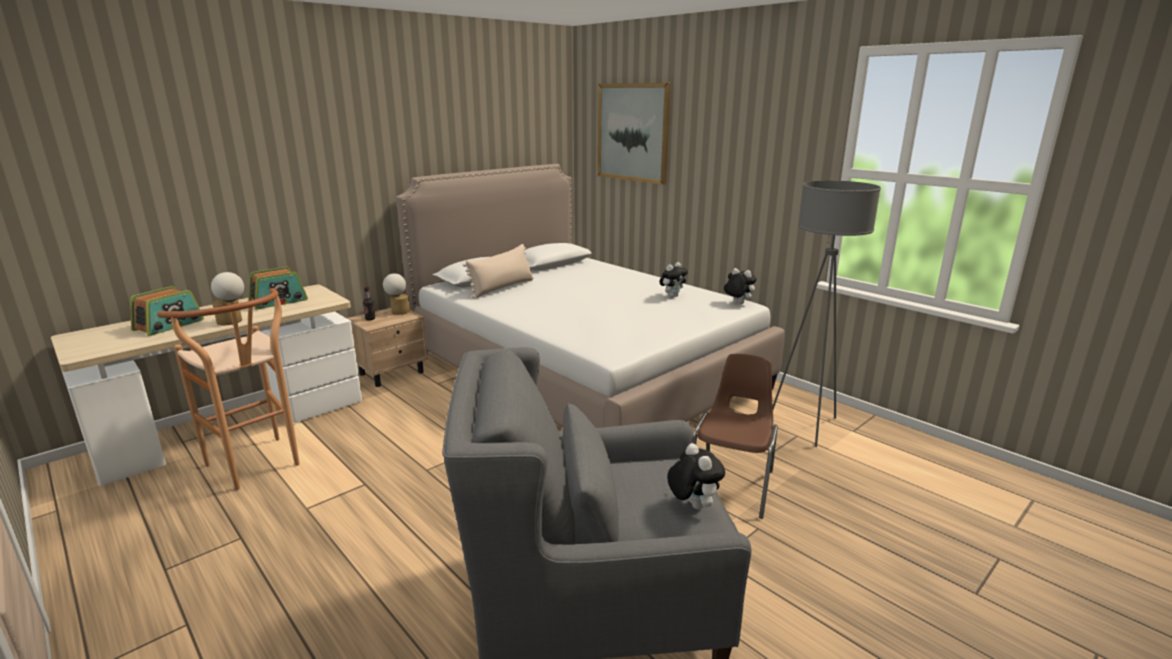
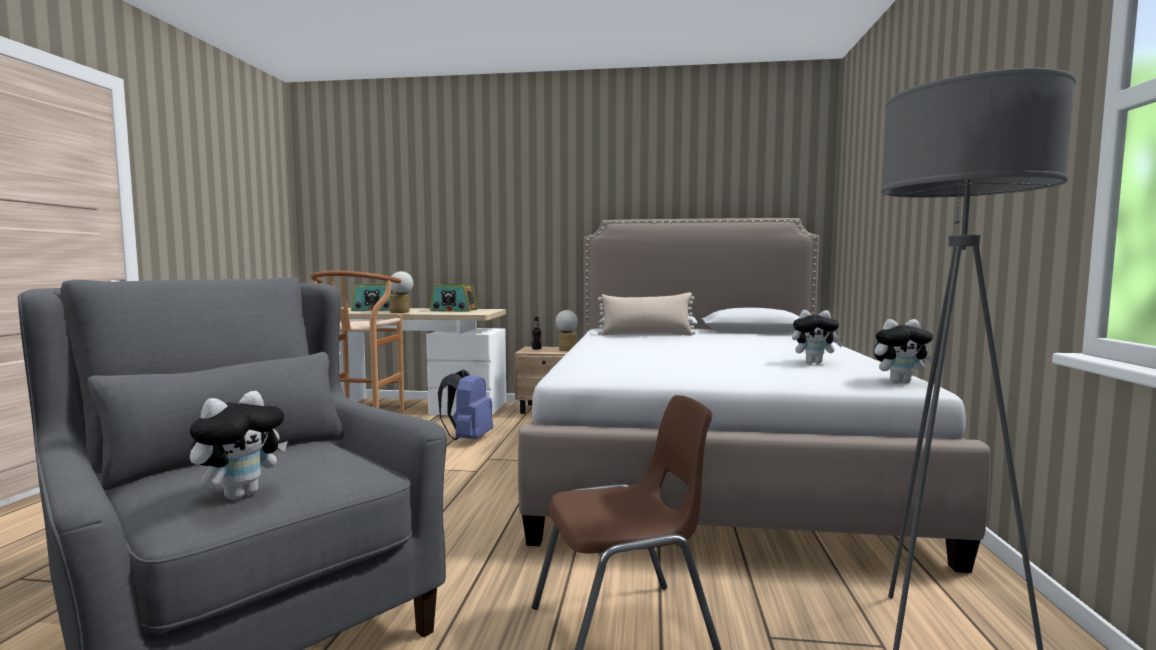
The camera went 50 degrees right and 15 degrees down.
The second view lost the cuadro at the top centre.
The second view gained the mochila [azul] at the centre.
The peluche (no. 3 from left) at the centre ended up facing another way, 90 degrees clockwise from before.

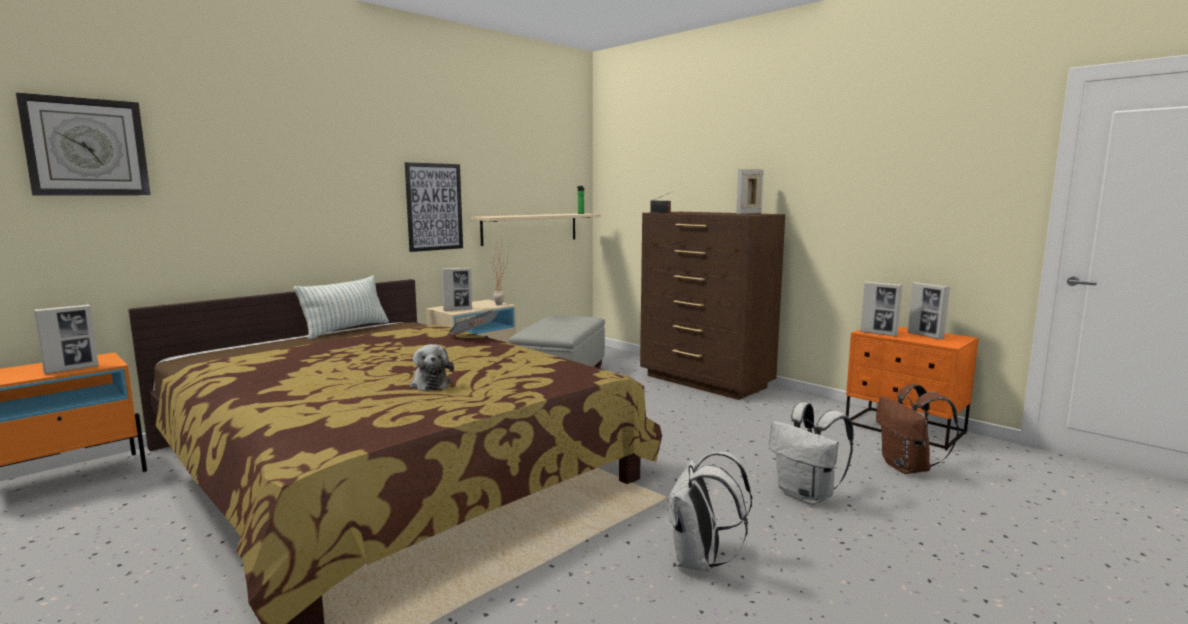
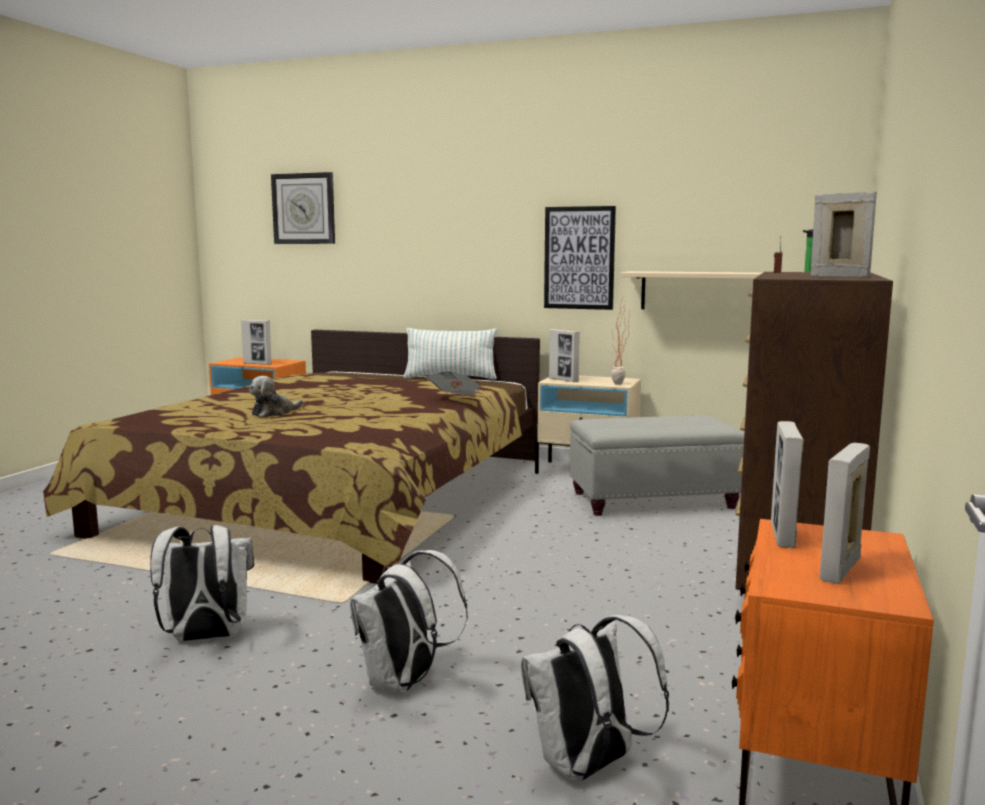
The camera went 65 degrees right and 0 degrees up.
What was the mochila [marrón] at the bottom right turned into the mochila [blanco] (no. 3 from left) at the bottom centre.

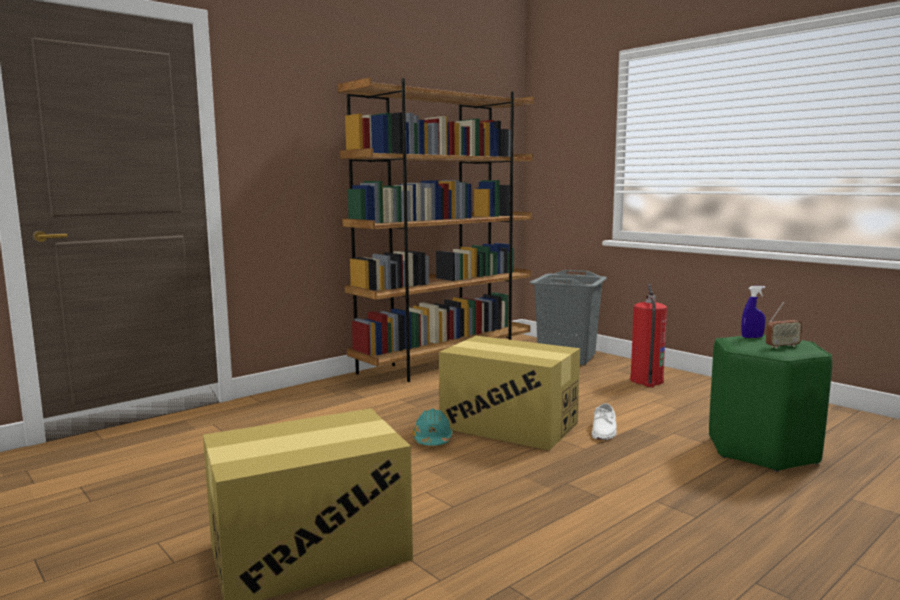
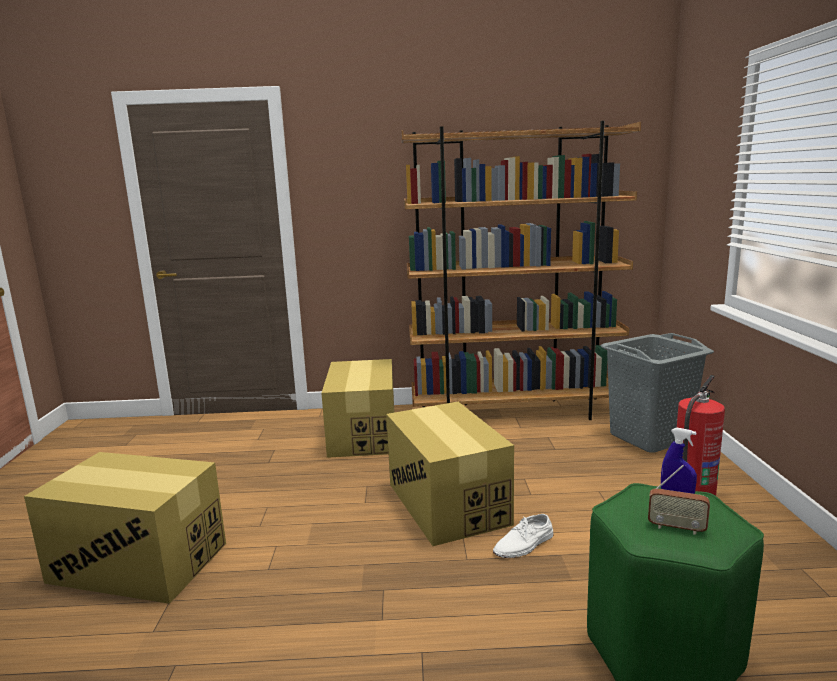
The camera went 40 degrees right and 5 degrees up.
The second view lost the casco [turquesa] at the bottom centre.
The second view gained the caja de cartón (no. 2 from left) at the centre.

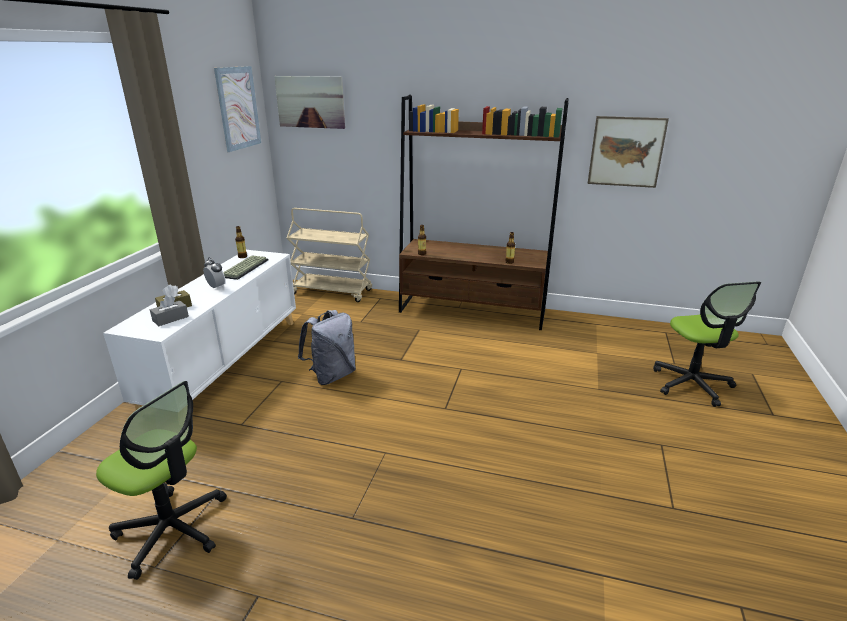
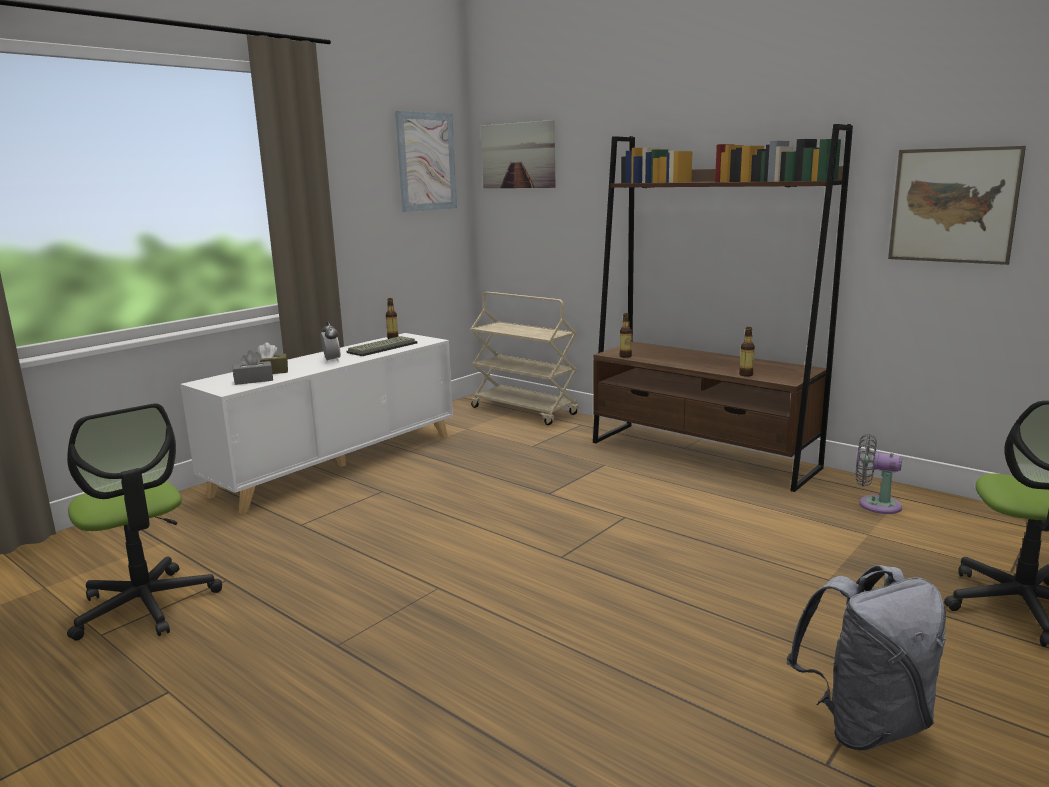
The camera went 25 degrees right and 10 degrees down.
The second view gained the ventilador [gris] at the middle right.
The mochila [gris] ended up elsewhere, having gone from the centre to the bottom right.

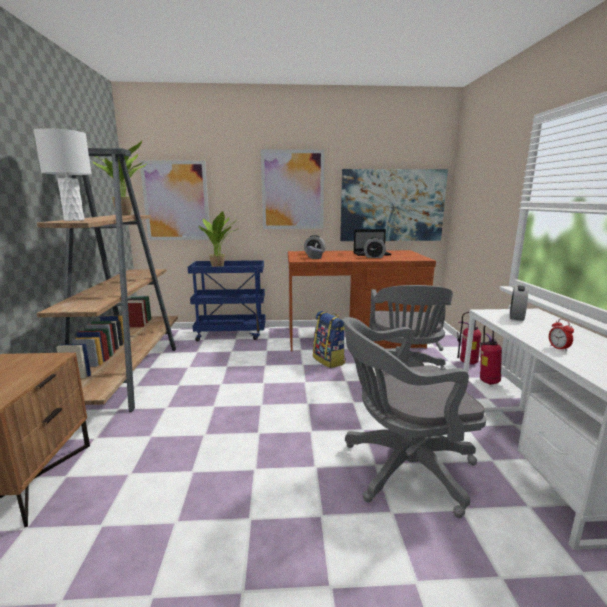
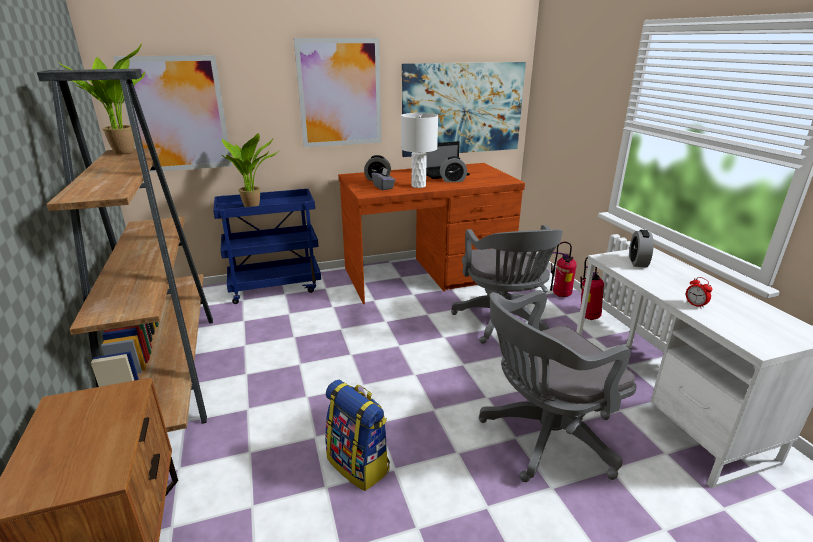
The camera went 15 degrees left and 10 degrees up.
The lámpara de mesa [blanco] ended up elsewhere, having gone from the top left to the top centre.
The mochila ended up elsewhere, having gone from the centre to the bottom centre.

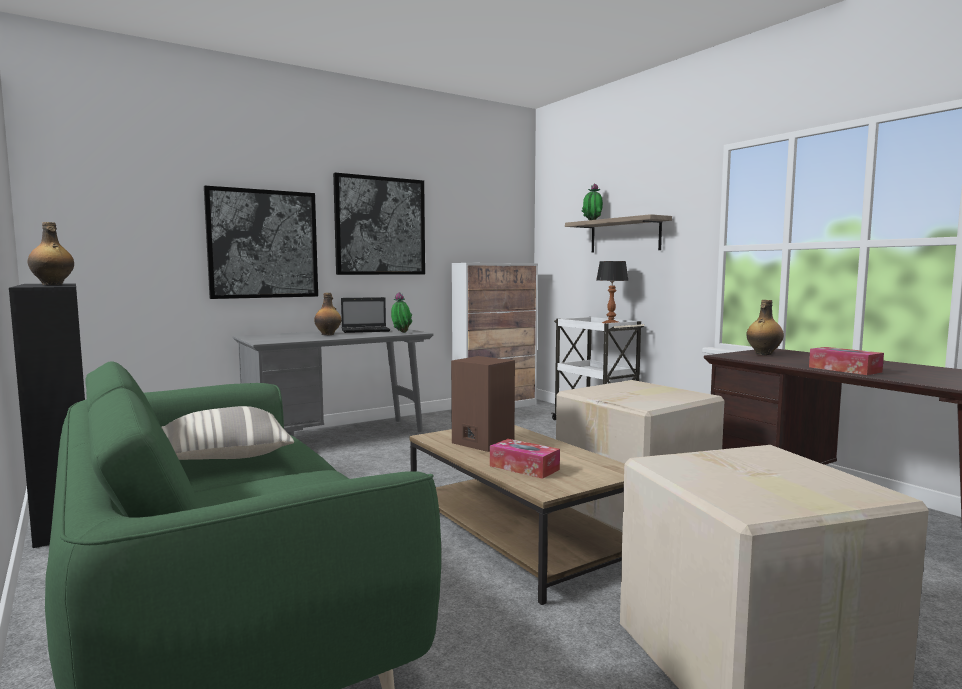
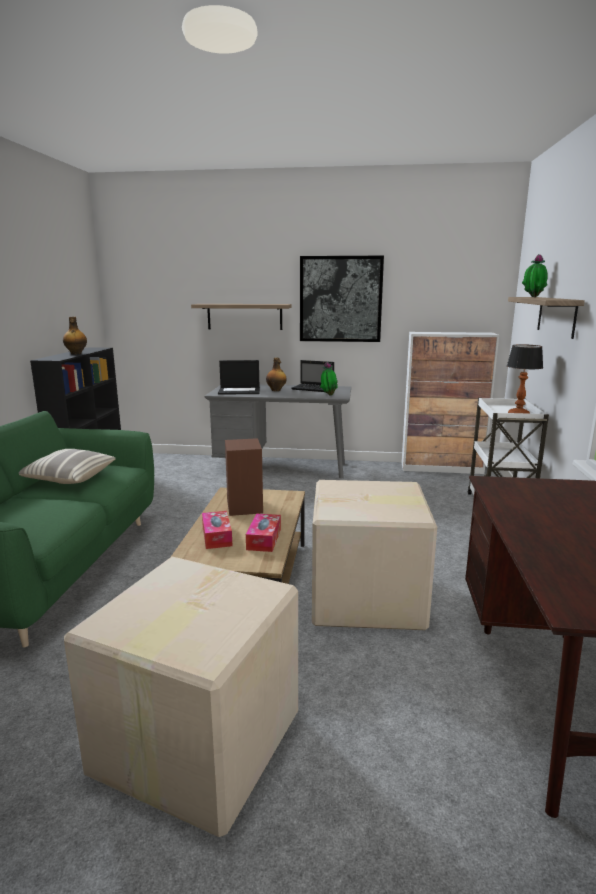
The camera went 40 degrees right and 10 degrees up.
The second view lost the botella (no. 3 from left) at the middle right.
The second view gained the portátil (no. 1 from left) at the centre.
The caja de pañuelos (no. 2 from left) ended up elsewhere, having gone from the middle right to the centre.
Where the cuadro (no. 1 from left) hung at the middle left, the estante (no. 1 from left) came to hang at the centre.

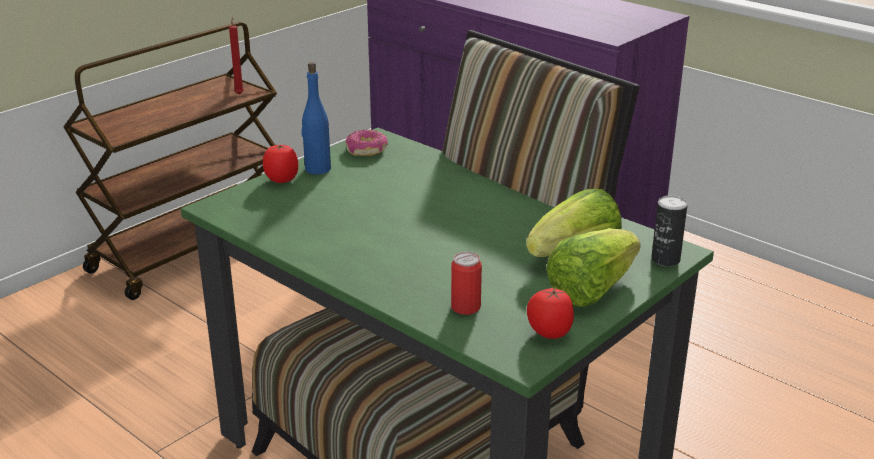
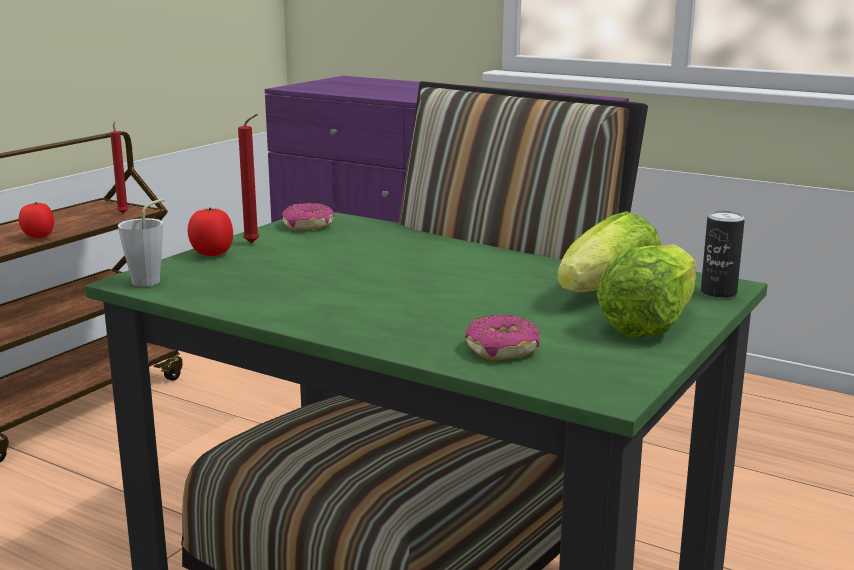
The camera went 10 degrees left and 10 degrees down.
The second view gained the taza [gris] at the middle left.
The tomate (no. 2 from left in the first image) ended up elsewhere, having gone from the bottom centre to the middle left.
Where the botella [azul] stood at the top centre, the vela [rojo] (no. 2 from left) came to stand at the top left.
Where the lata (no. 1 from left) stood at the centre, the rosquilla (no. 2 from left) came to stand at the centre.

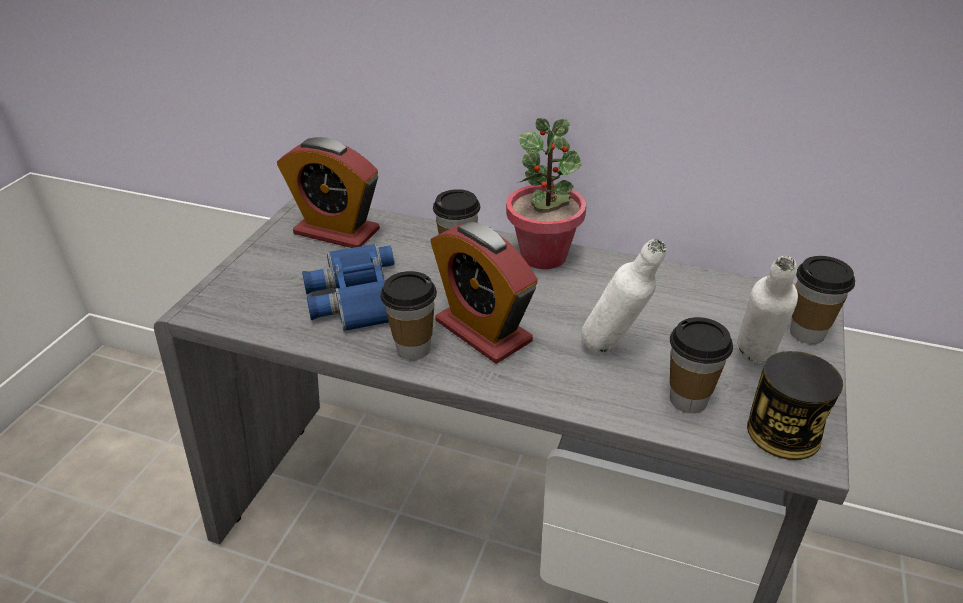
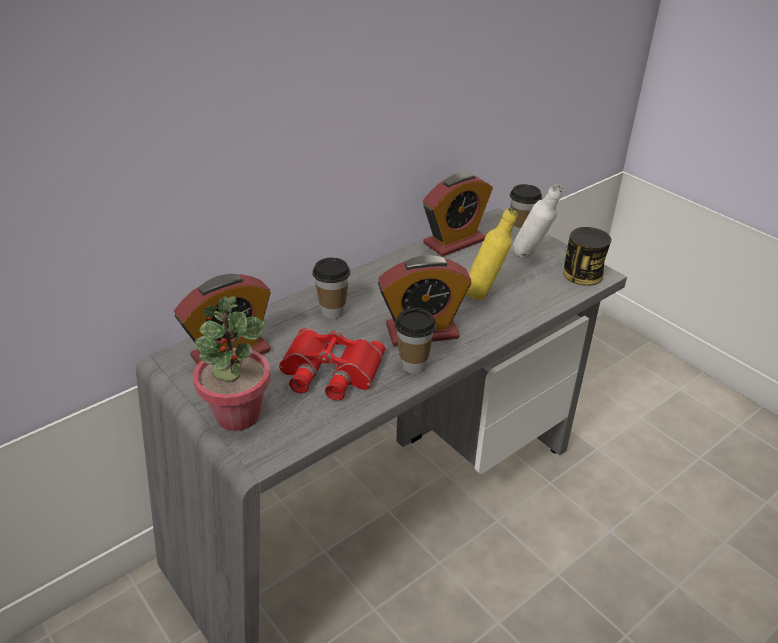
The camera went 60 degrees left and 0 degrees up.
The second view lost the taza (no. 3 from left) at the middle right.
The second view gained the despertador (no. 3 from left) at the top centre.
The planta en maceta ended up elsewhere, having gone from the top centre to the middle left.
What was the prismáticos [azul] at the centre turned into the prismáticos [rojo] at the centre.
What was the botella [blanco] (no. 1 from left) at the centre turned into the botella [amarillo] at the centre.

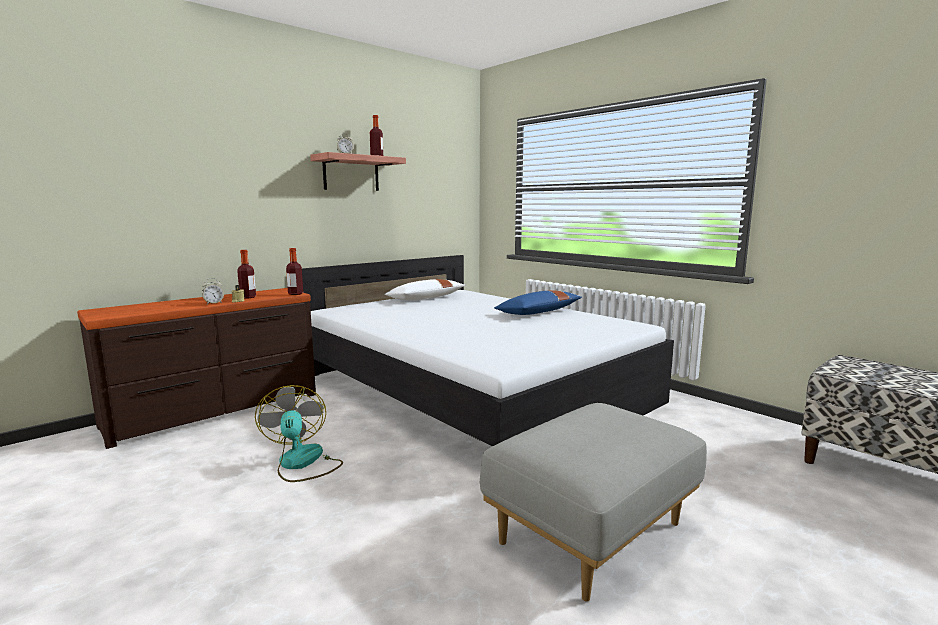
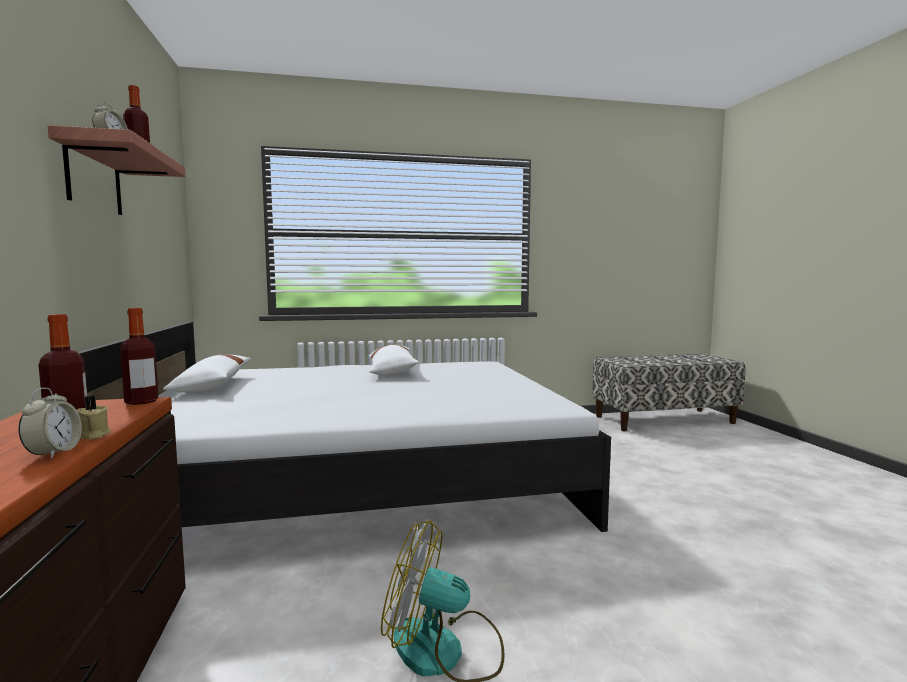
The camera went 60 degrees left and 5 degrees down.
The second view lost the puf [gris] at the bottom centre.
What was the cojín [azul] at the centre turned into the cojín [blanco] (no. 2 from left) at the centre.

